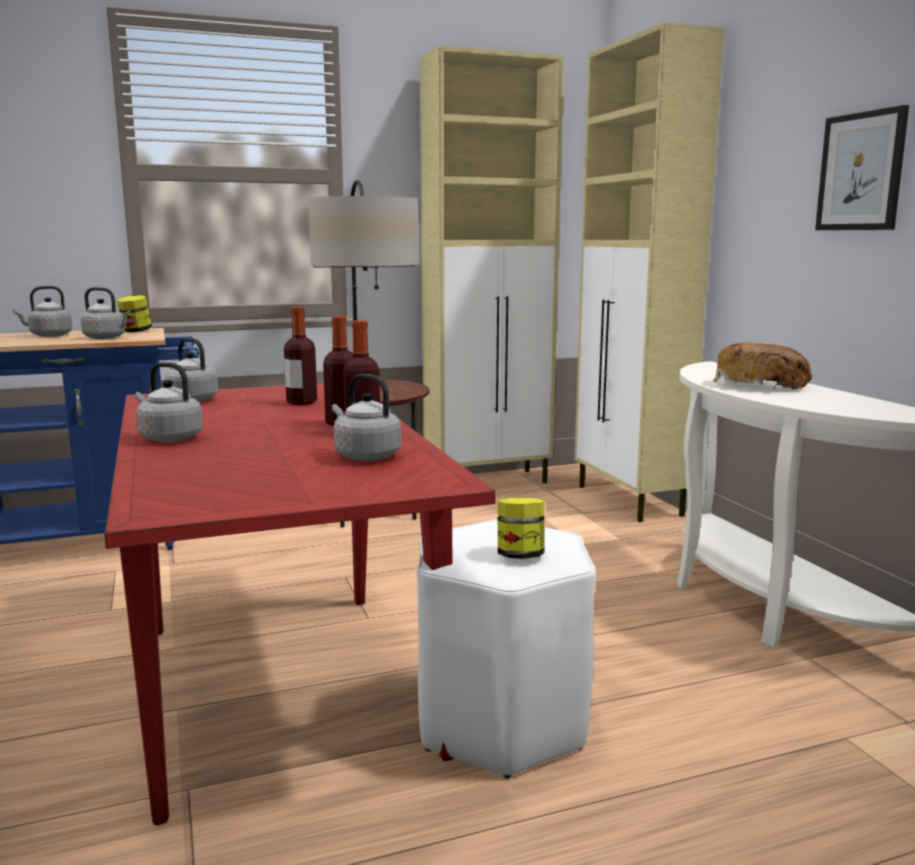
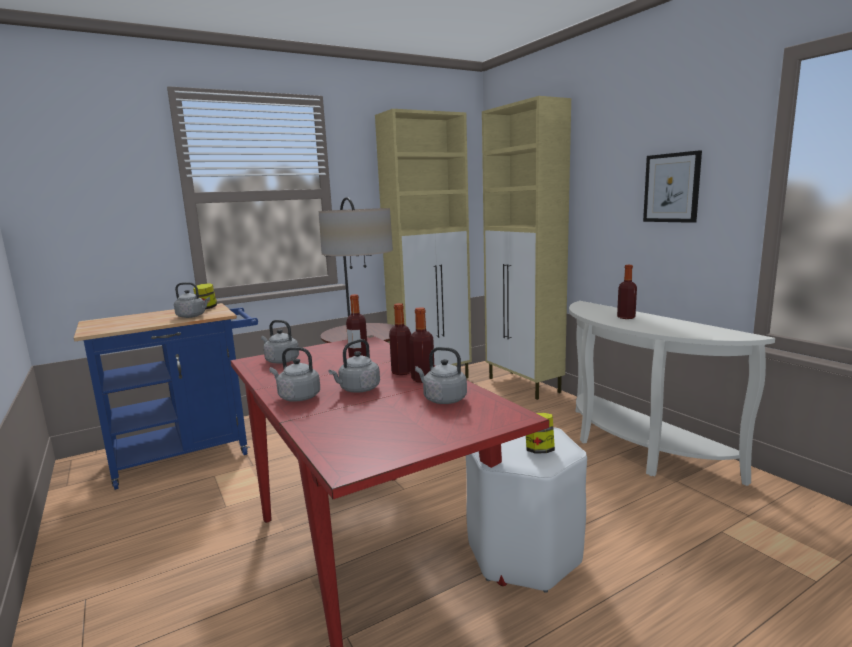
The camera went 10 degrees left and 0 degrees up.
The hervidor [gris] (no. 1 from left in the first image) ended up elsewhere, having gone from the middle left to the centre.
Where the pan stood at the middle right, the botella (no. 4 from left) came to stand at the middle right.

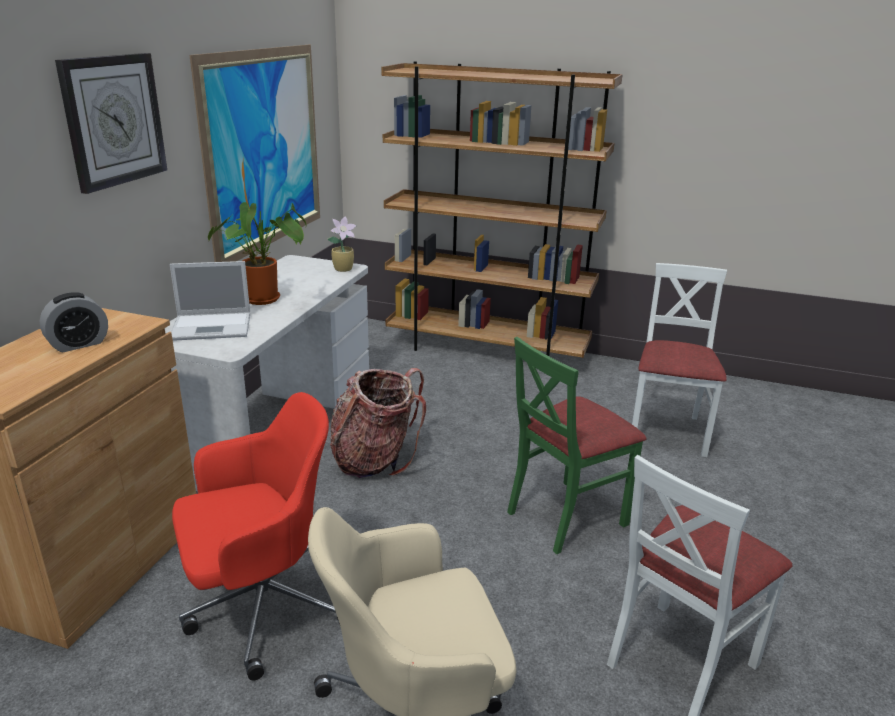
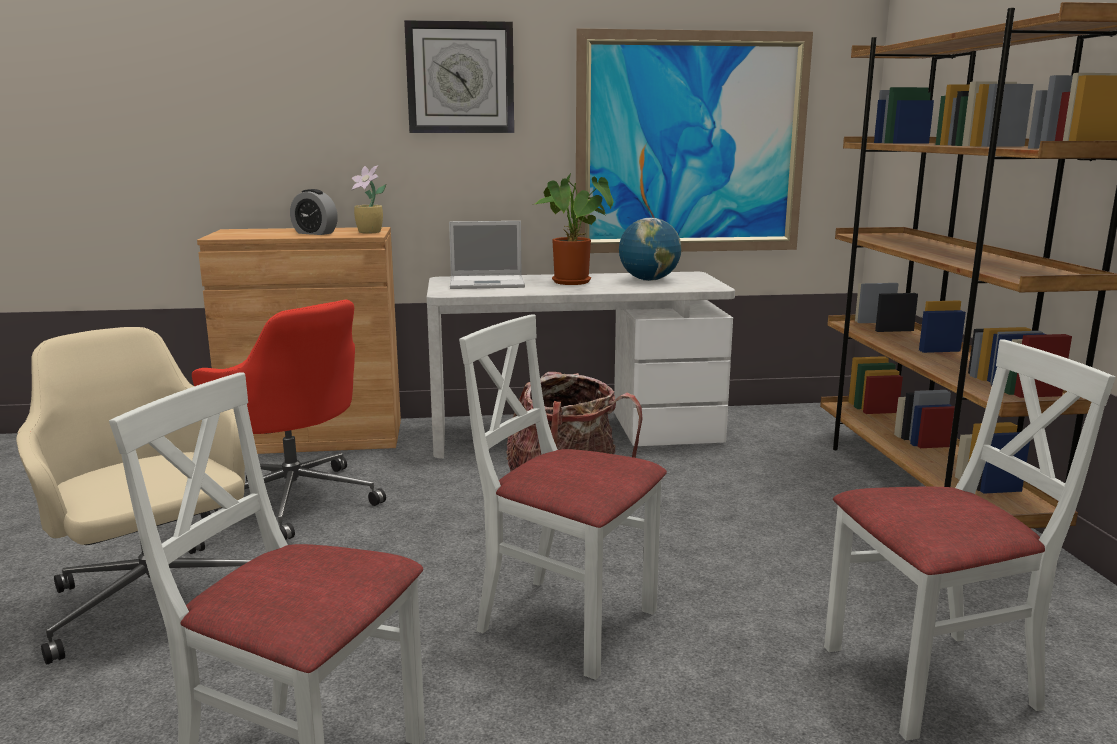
The camera went 65 degrees right and 10 degrees down.
The second view gained the globo terráqueo at the centre.
The planta en maceta (no. 2 from left in the first image) ended up elsewhere, having gone from the centre to the top left.
What was the silla [verde] at the centre turned into the silla [blanco] (no. 2 from left) at the bottom centre.
The portátil at the middle left ended up facing another way, 60 degrees counterclockwise from before.

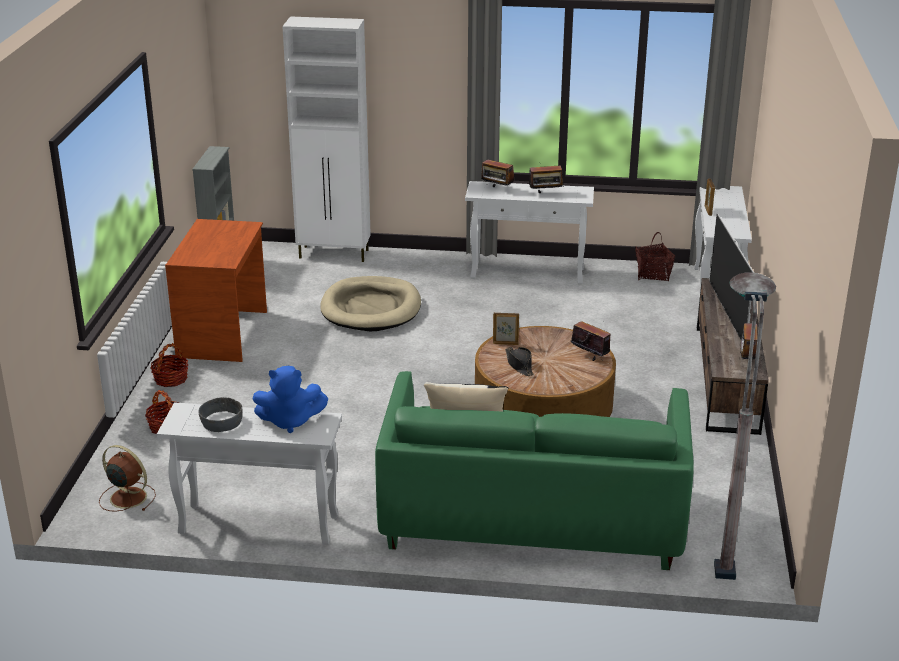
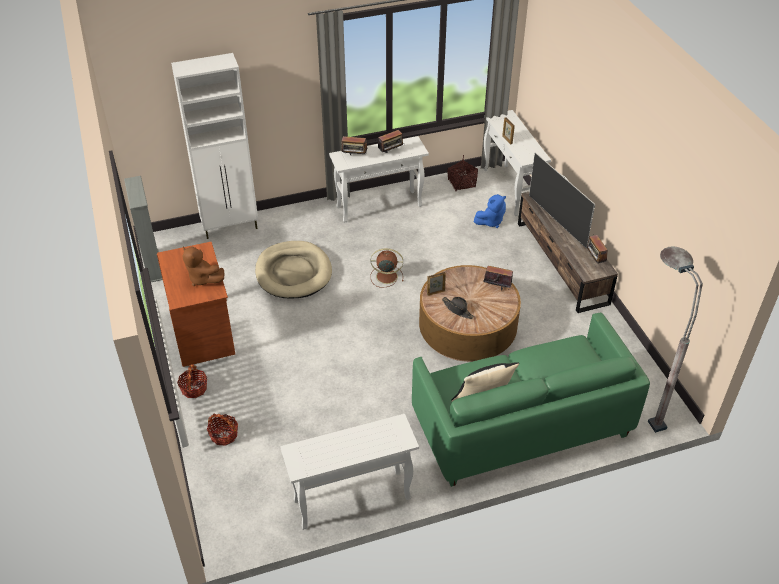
The camera went 25 degrees left and 15 degrees up.
The second view lost the cuenco [gris] at the middle left.
The second view gained the peluche [marrón] at the middle left.
The ventilador [marrón] ended up elsewhere, having gone from the bottom left to the centre.
The peluche [azul] ended up elsewhere, having gone from the middle left to the centre.

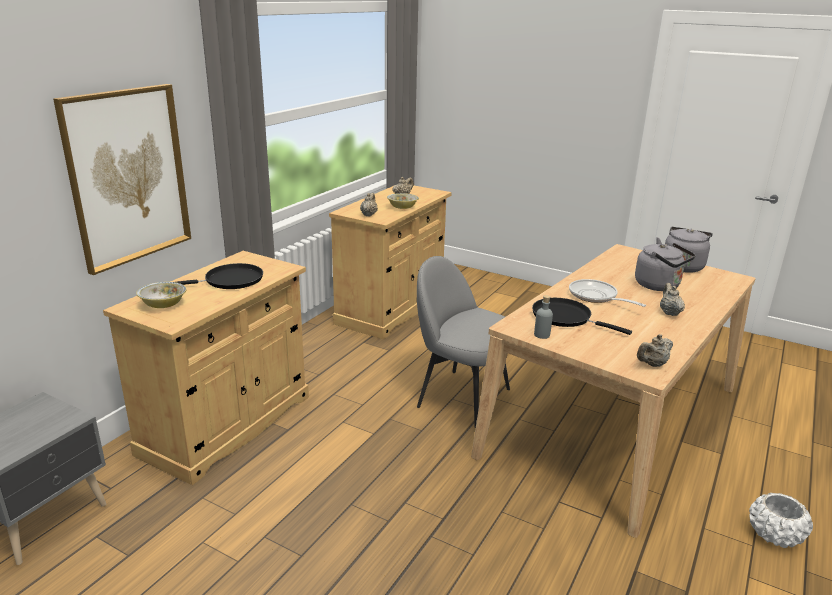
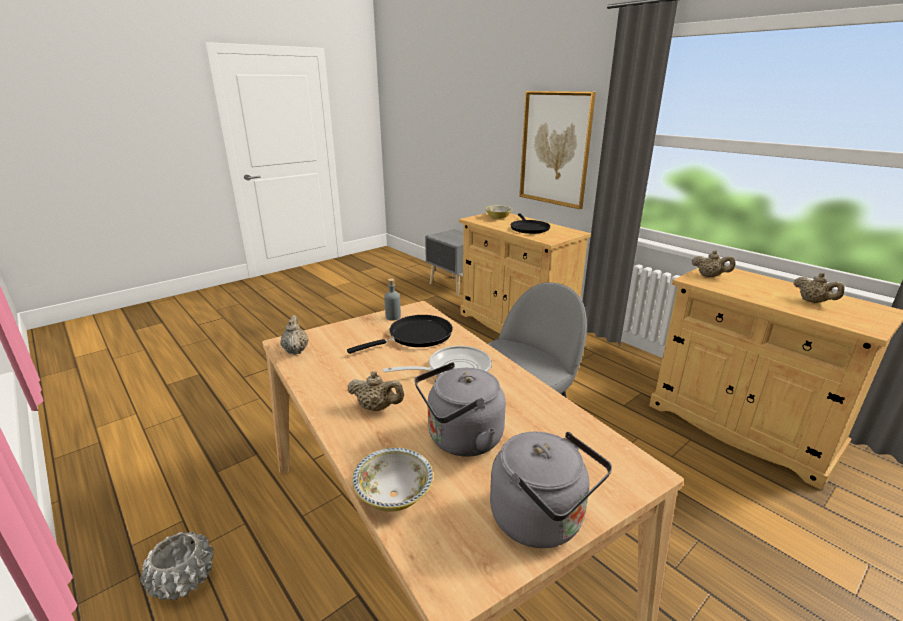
The camera went 110 degrees right and 0 degrees up.
The cuenco (no. 2 from left in the first image) ended up elsewhere, having gone from the centre to the bottom centre.

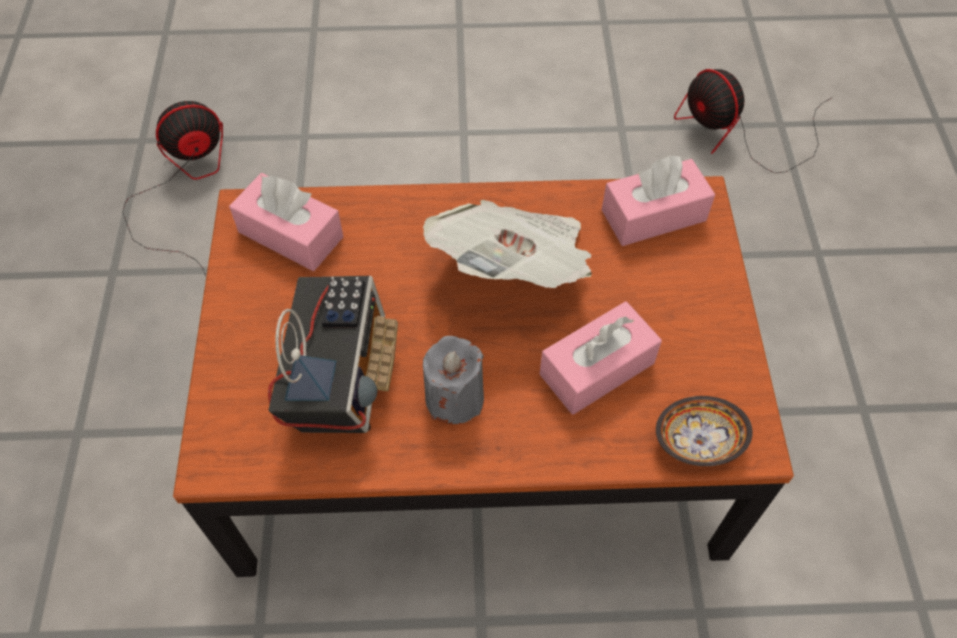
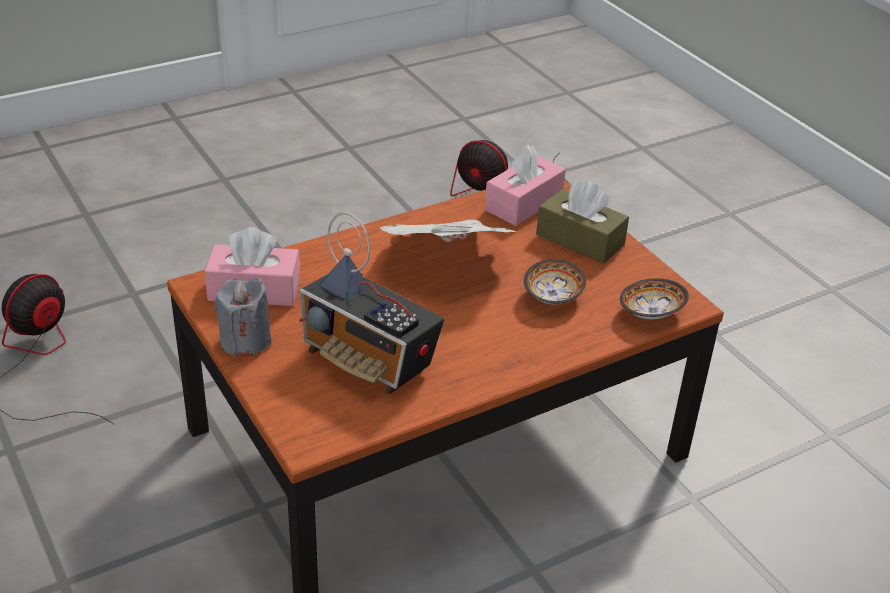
The camera went 30 degrees left and 20 degrees down.
The second view gained the caja de pañuelos [marrón] at the centre.
The vela [gris] ended up elsewhere, having gone from the centre to the middle left.
Where the caja de pañuelos [rosa] (no. 2 from left) stood at the centre, the cuenco (no. 1 from left) came to stand at the centre.
The radio at the centre ended up facing another way, 150 degrees clockwise from before.

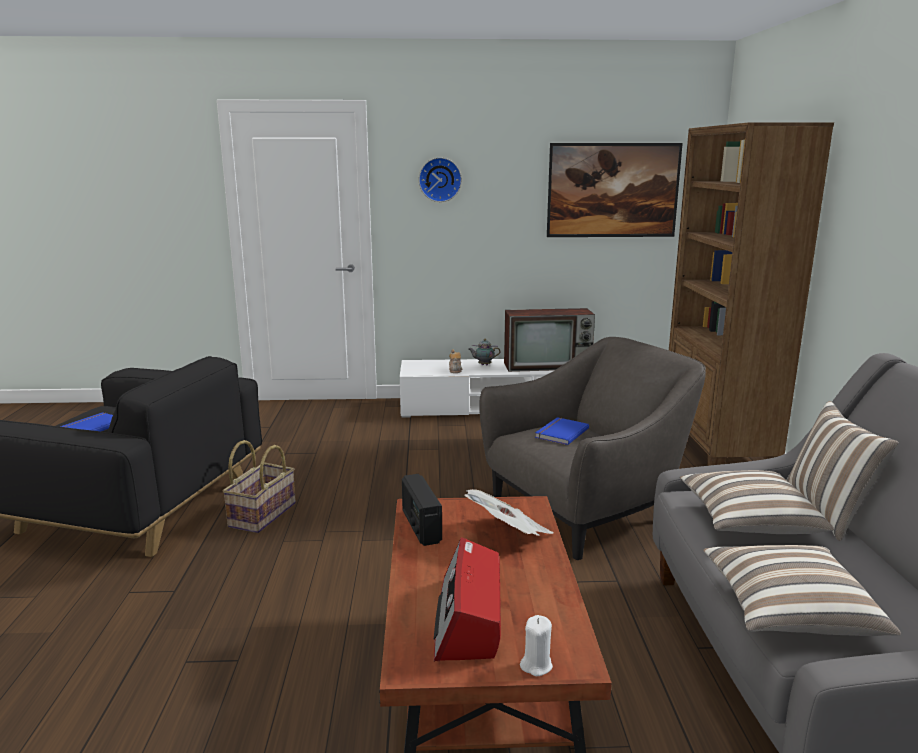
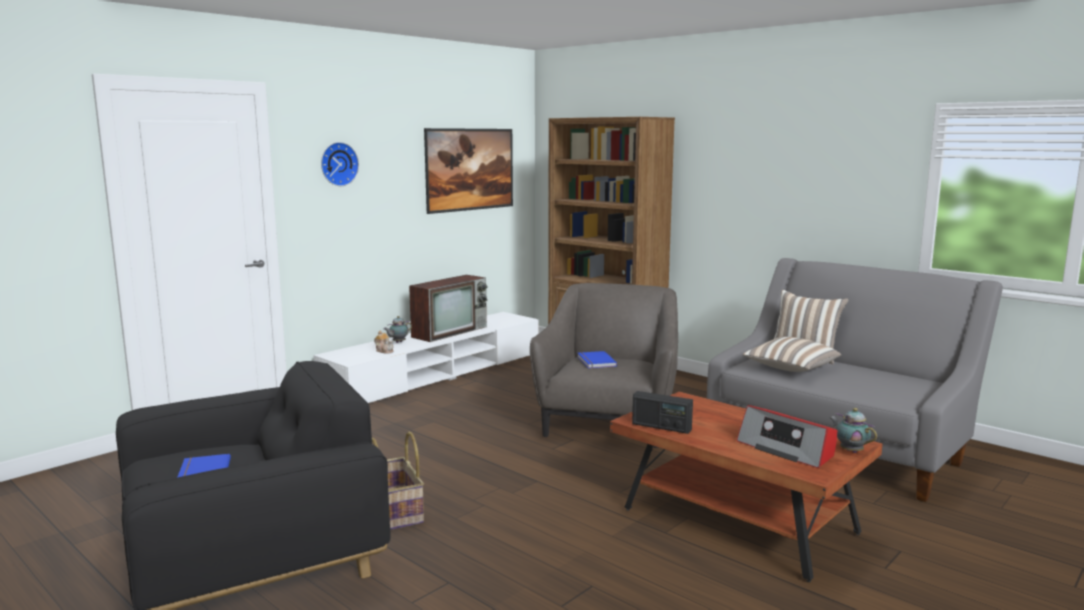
The camera went 45 degrees left and 5 degrees down.
The second view lost the periódico at the bottom centre.
The second view lost the cojín (no. 2 from left) at the bottom right.
Where the vela [blanco] stood at the bottom centre, the tetera (no. 3 from left) came to stand at the bottom right.

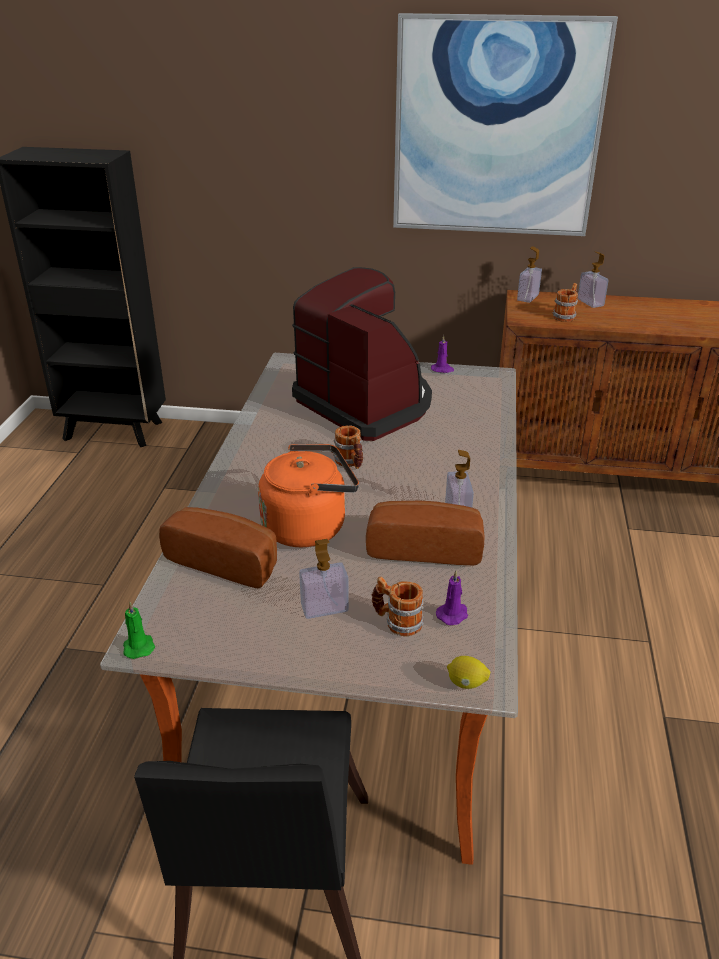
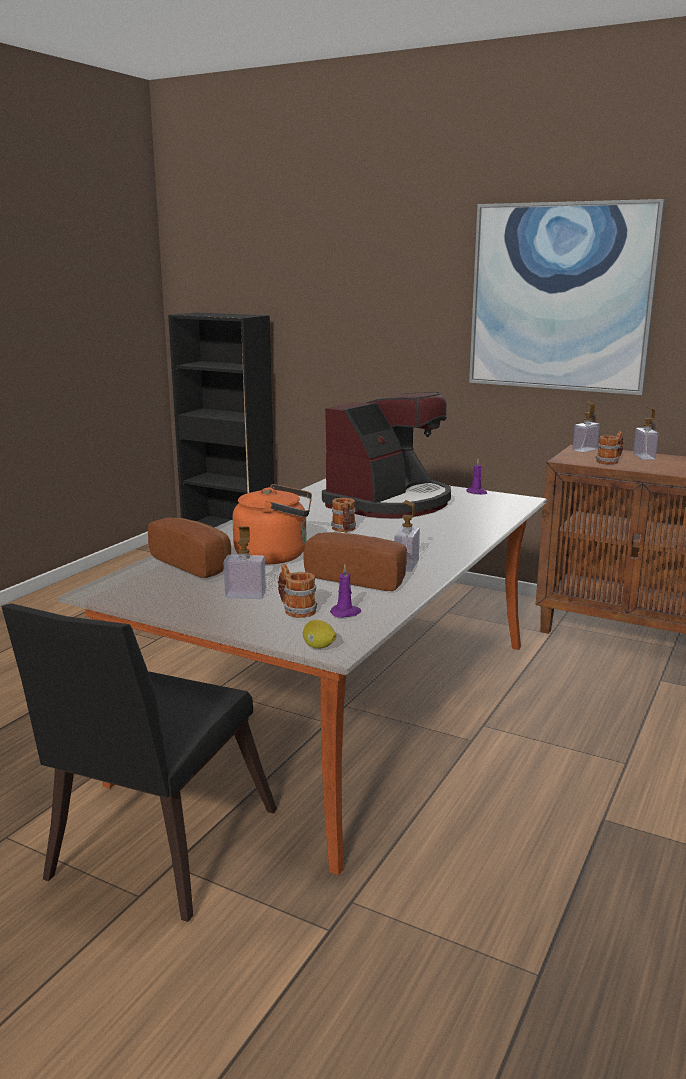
The camera went 20 degrees right and 15 degrees down.
The second view lost the vela [verde] at the middle left.
The cafetera at the centre ended up facing another way, 60 degrees clockwise from before.

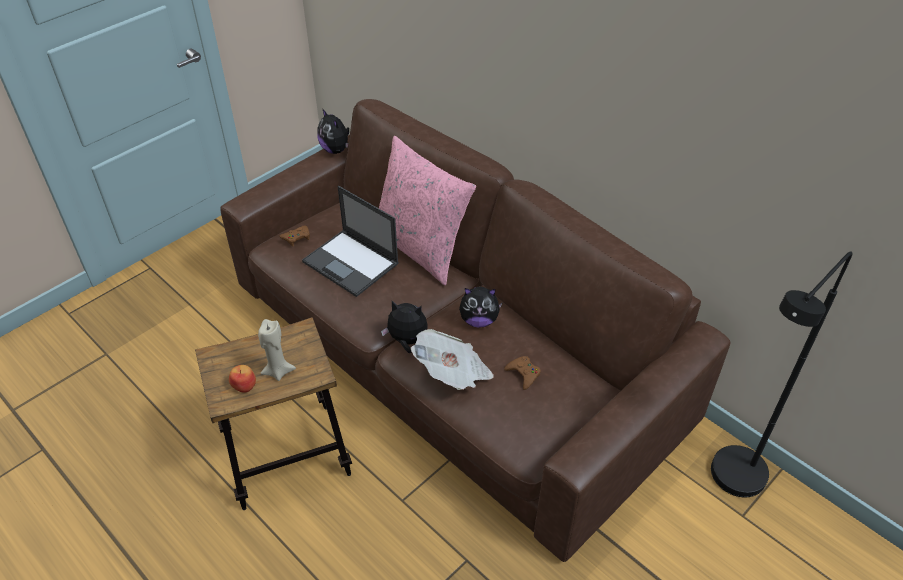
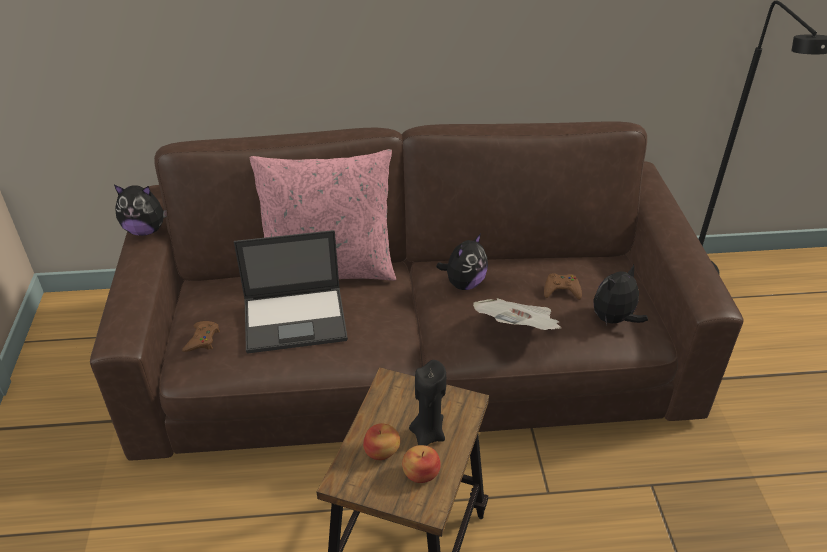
The camera went 50 degrees left and 5 degrees down.
The second view gained the manzana (no. 1 from left) at the bottom centre.
The peluche (no. 2 from left in the first image) ended up elsewhere, having gone from the centre to the middle right.
What was the vela [beis] at the middle left turned into the vela [negro] at the bottom centre.

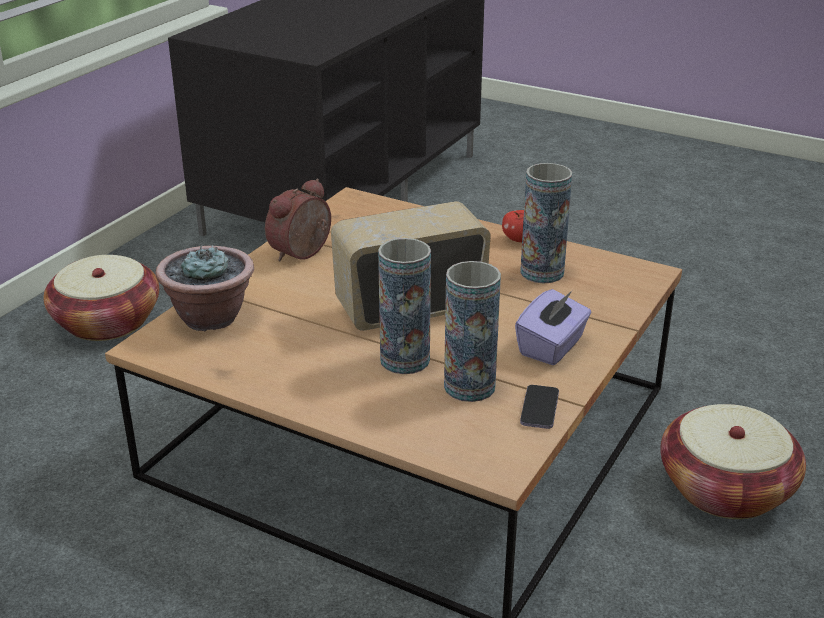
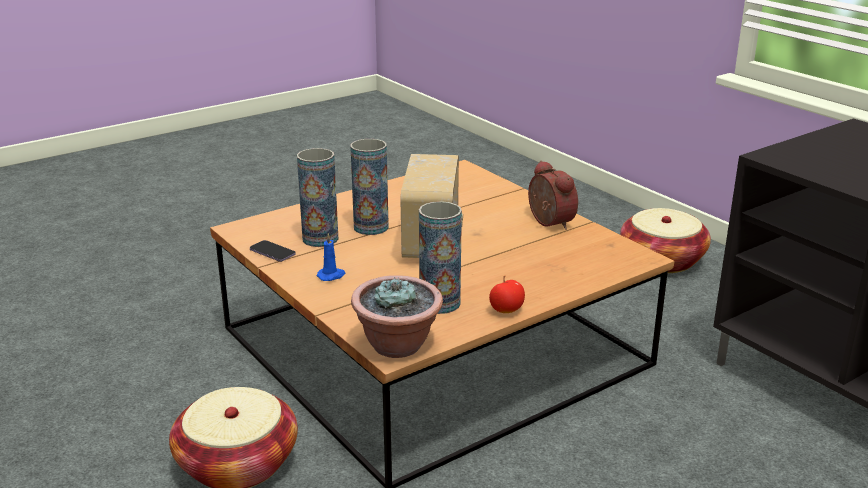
The camera went 115 degrees right and 5 degrees down.
The planta en maceta ended up elsewhere, having gone from the middle left to the centre.
Where the caja de pañuelos [morado] stood at the middle right, the vela [azul] came to stand at the centre.

